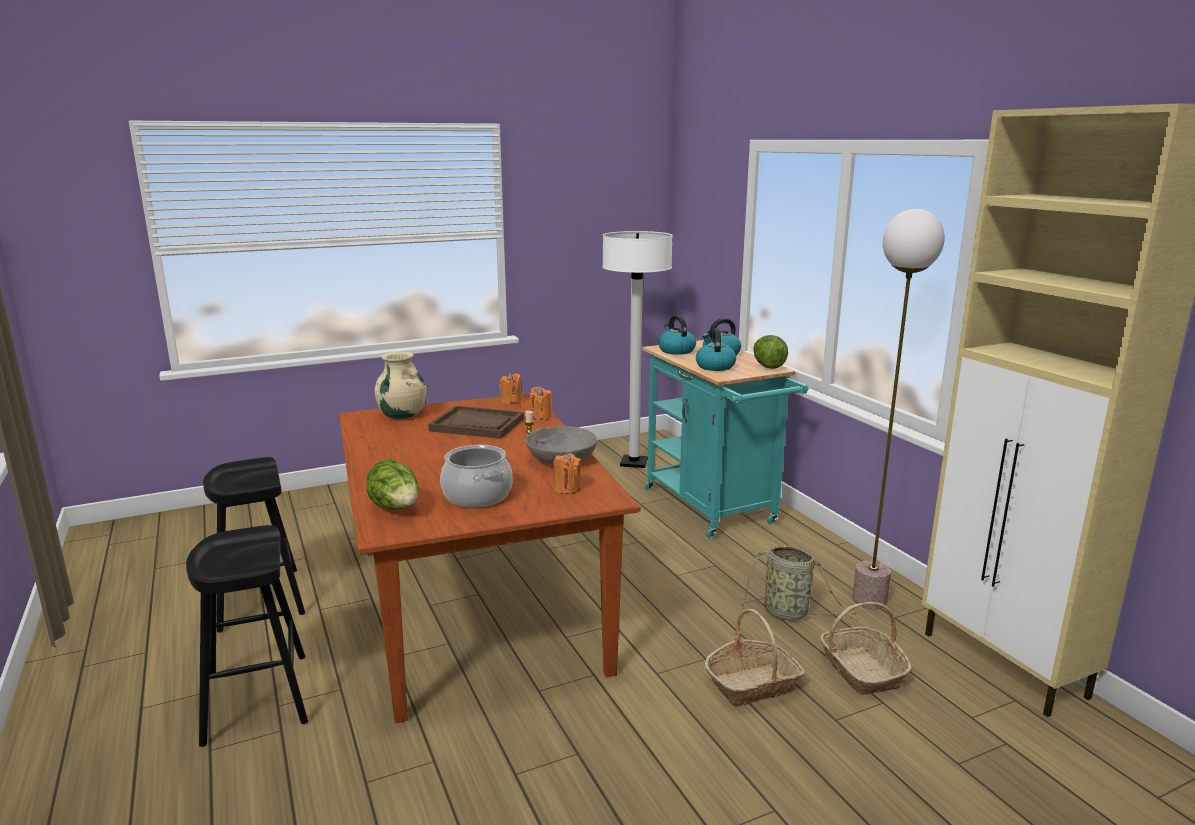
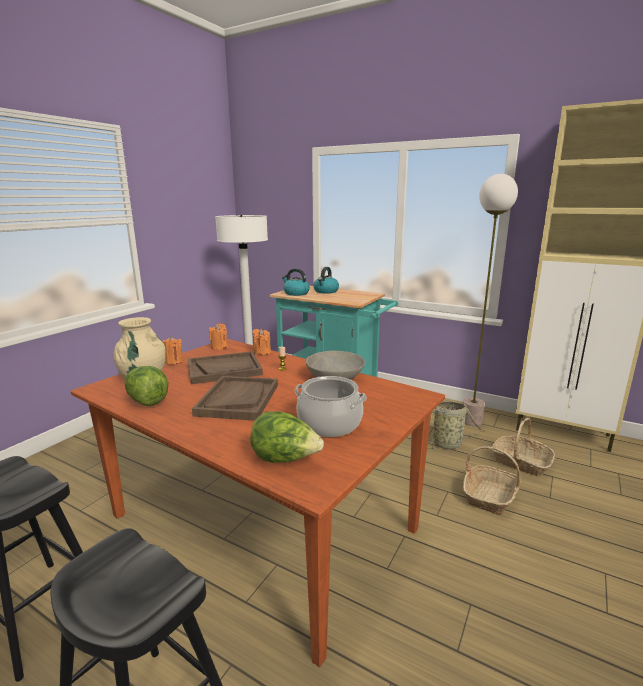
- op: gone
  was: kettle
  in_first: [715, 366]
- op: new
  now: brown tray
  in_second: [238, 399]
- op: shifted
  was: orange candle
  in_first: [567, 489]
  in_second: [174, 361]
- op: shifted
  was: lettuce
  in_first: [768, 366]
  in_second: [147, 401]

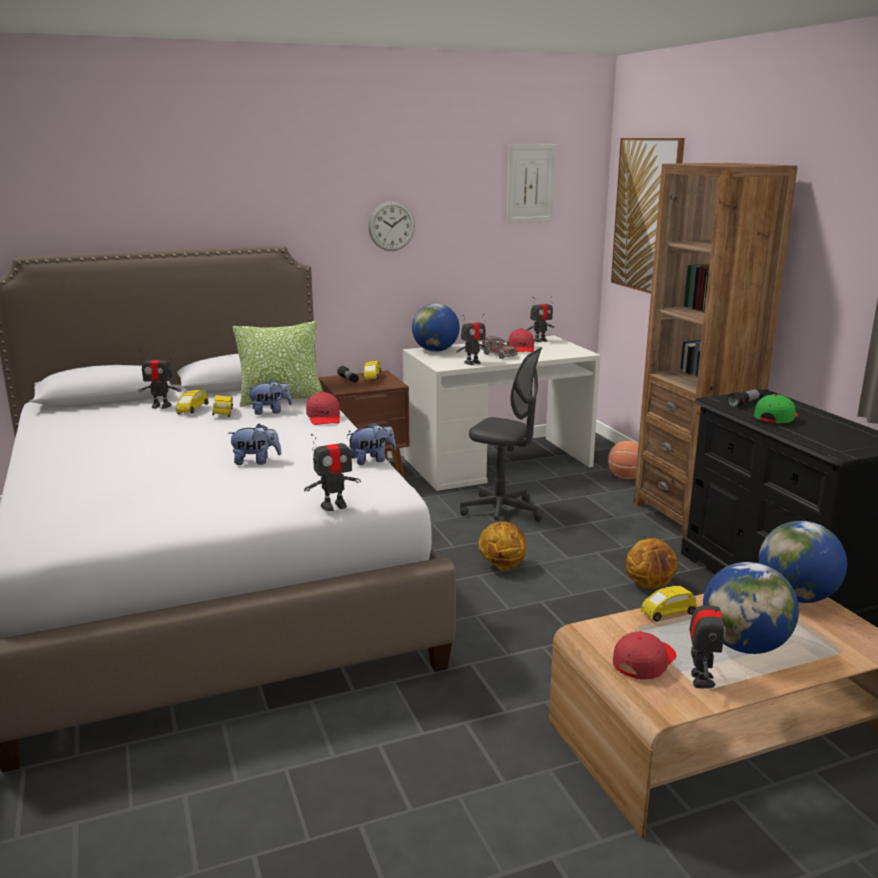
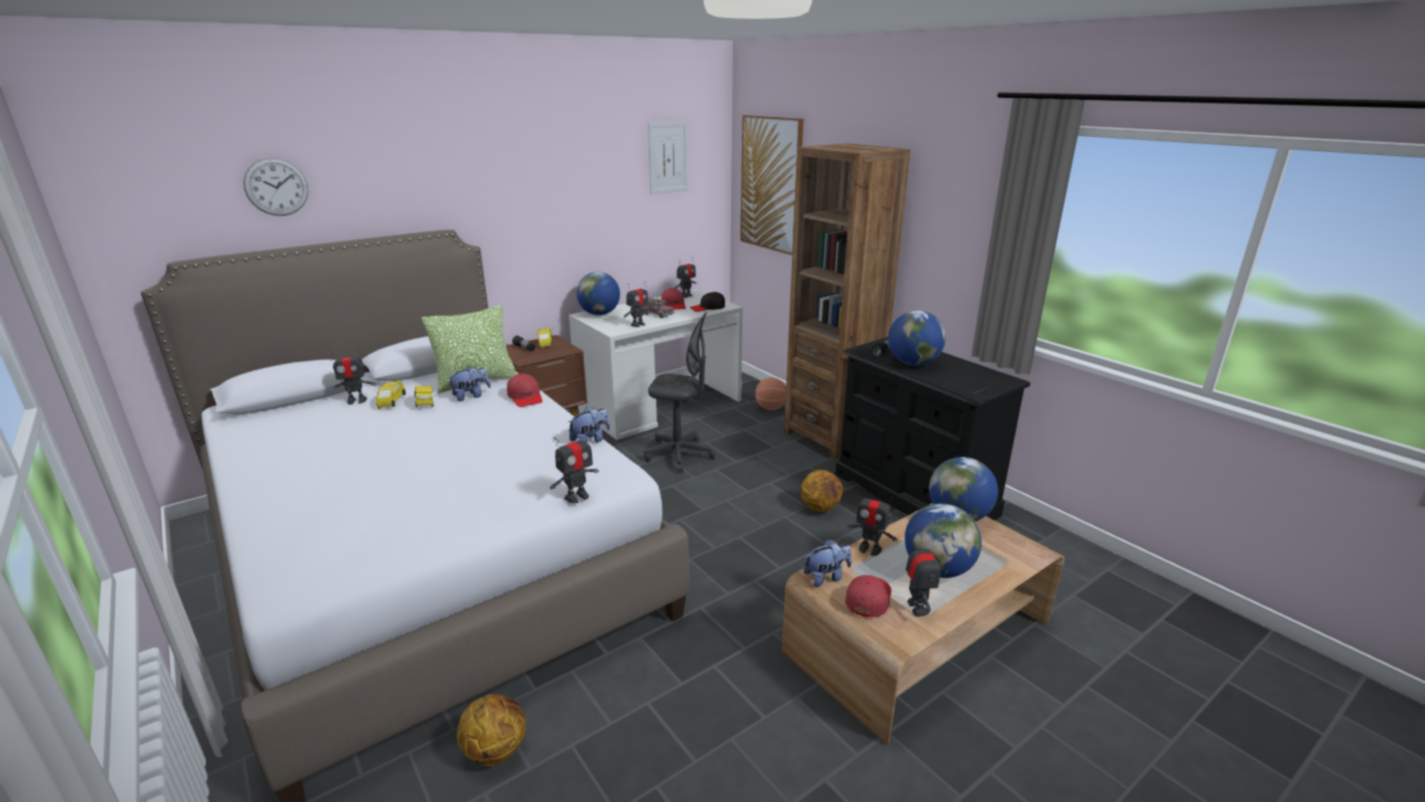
- op: new
  now: black cap
  in_second: [708, 308]
- op: shifted
  was: plush toy
  in_first: [256, 461]
  in_second: [826, 577]
- op: shifted
  was: wall clock
  in_first: [391, 226]
  in_second: [276, 187]
- op: shifted
  was: basketball
  in_first: [502, 566]
  in_second: [496, 750]
- op: swapped
  was: yellow toy car
  now: toy robot
  in_first: [667, 614]
  in_second: [870, 549]
- op: swapped
  was: green cap
  now: globe
  in_first: [776, 417]
  in_second: [913, 363]

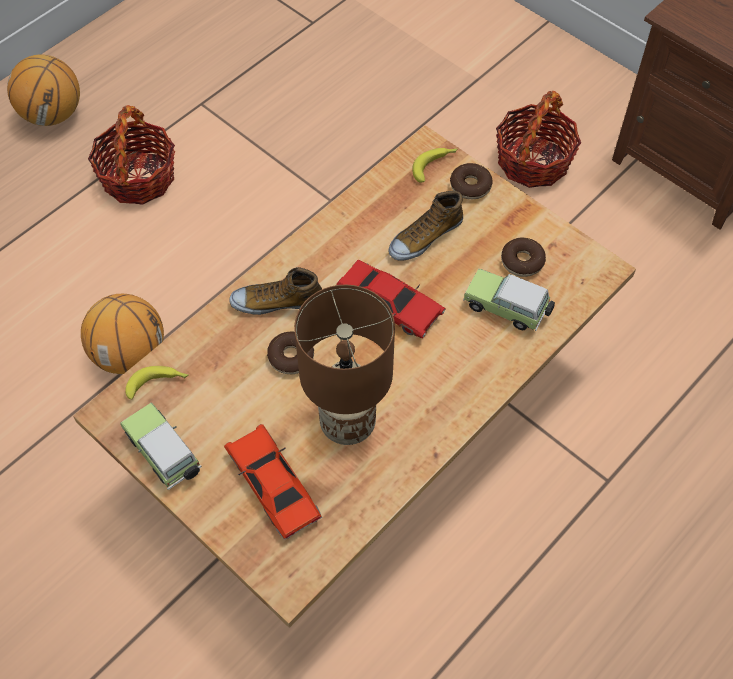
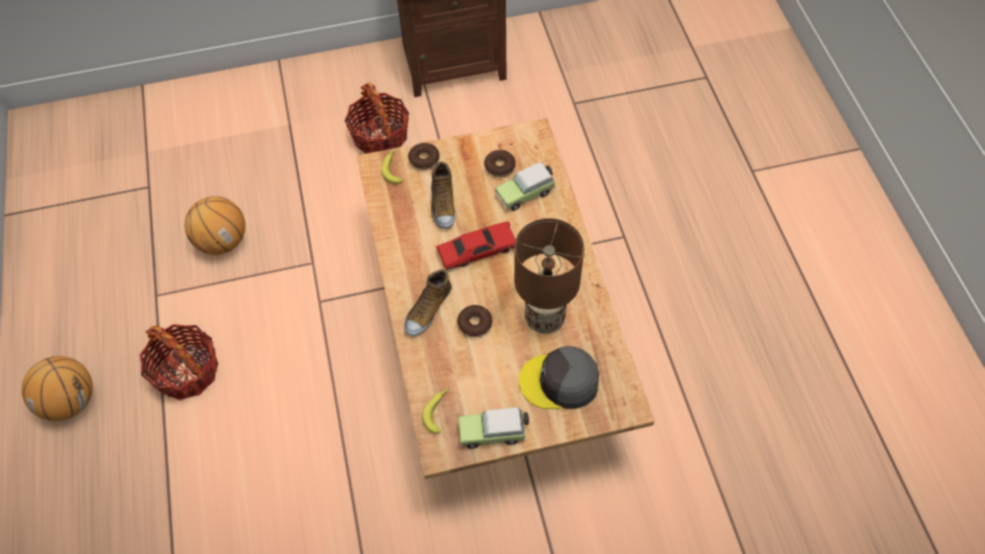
- op: shifted
  was: basketball
  in_first: [130, 354]
  in_second: [222, 241]
- op: swapped
  was: red toy car
  now: grey cap
  in_first: [273, 486]
  in_second: [560, 382]

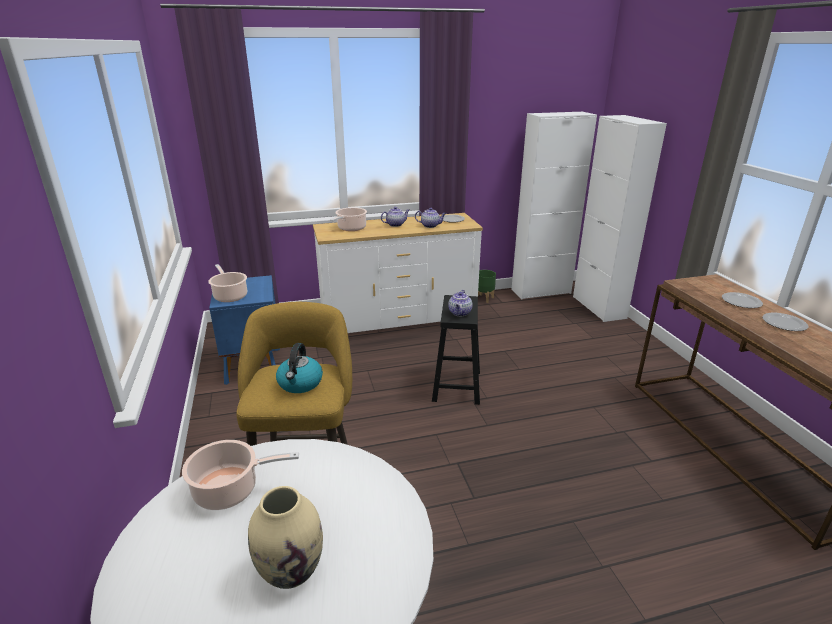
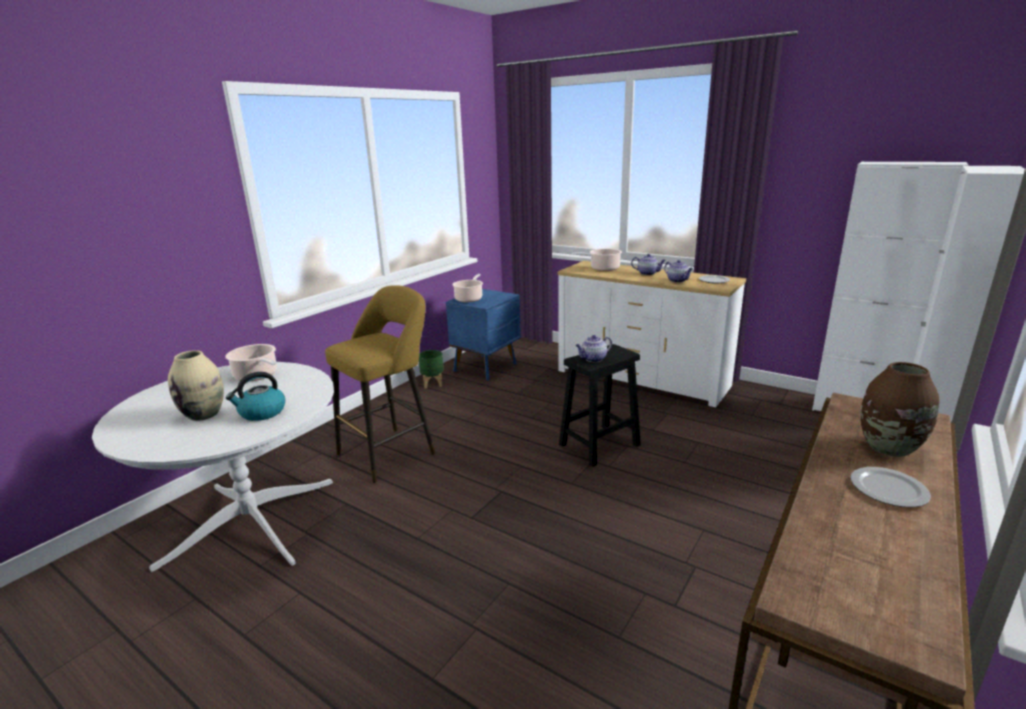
- op: shifted
  was: kettle
  in_first: [300, 383]
  in_second: [261, 413]
- op: shifted
  was: green planter
  in_first: [483, 298]
  in_second: [433, 384]
- op: swapped
  was: plate
  now: brown vase
  in_first: [741, 302]
  in_second: [888, 448]

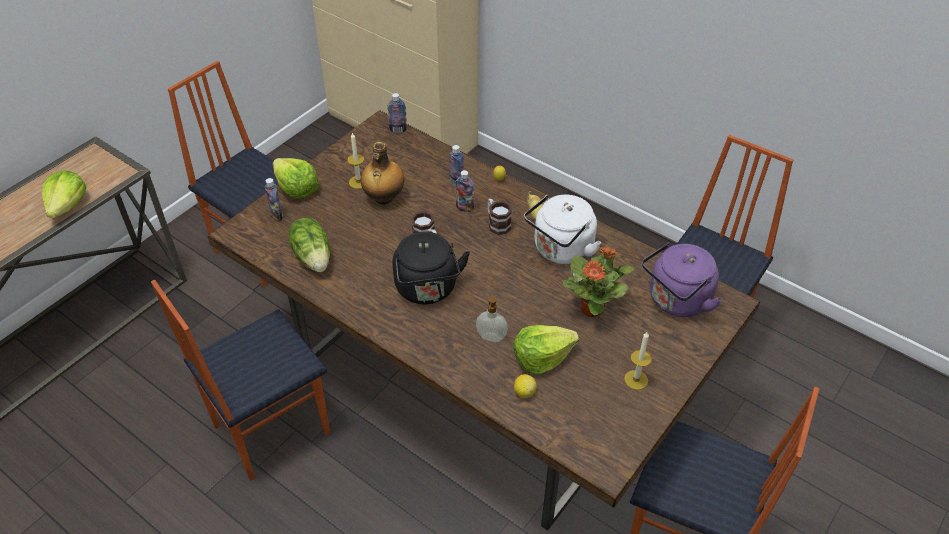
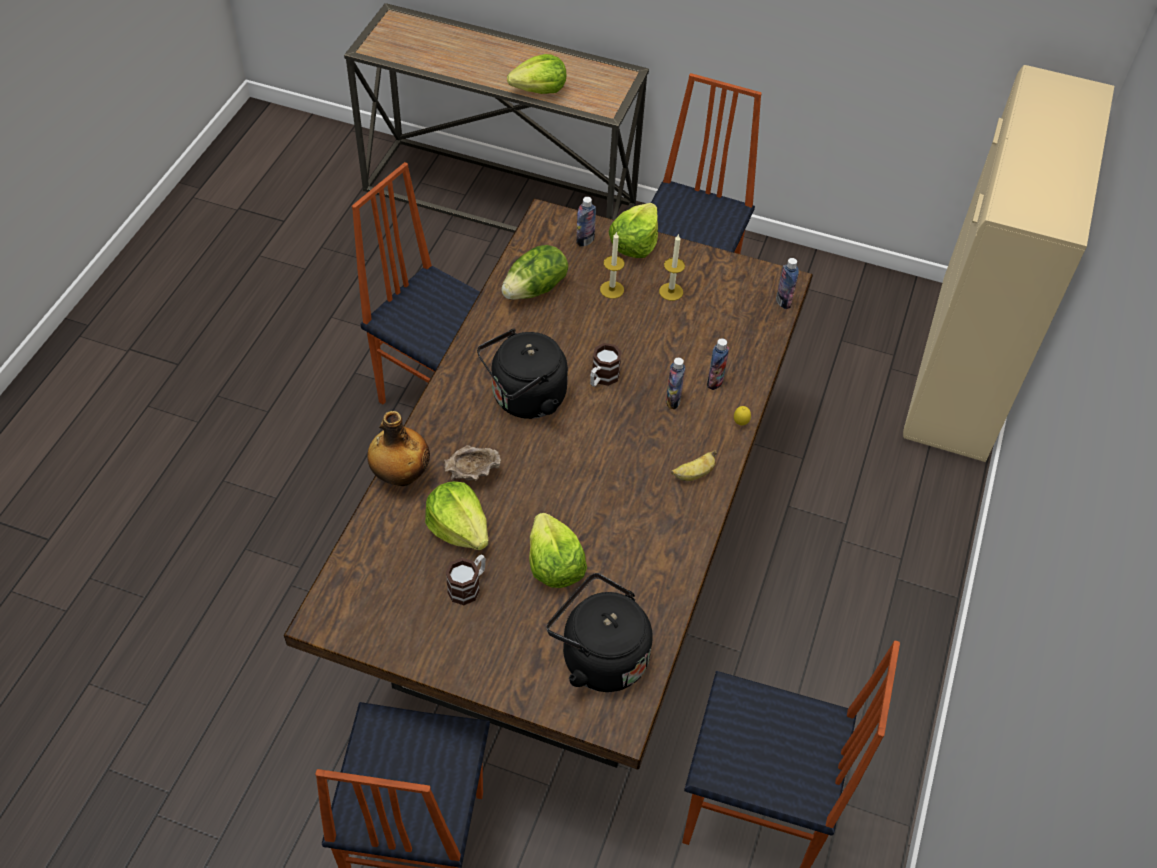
- op: gone
  was: lemon
  in_first: [524, 392]
- op: gone
  was: white kettle
  in_first: [561, 250]
- op: shifted
  was: bottle
  in_first: [383, 198]
  in_second: [401, 475]
- op: shifted
  was: mug
  in_first: [497, 224]
  in_second: [468, 586]
- op: shifted
  was: candle
  in_first: [636, 380]
  in_second: [612, 289]
- op: swapped
  was: soap dispenser
  now: beige bowl
  in_first: [491, 338]
  in_second: [473, 474]
- op: swapped
  was: potted plant
  now: lettuce
  in_first: [592, 308]
  in_second: [554, 565]
- op: repainted
  was: purple kettle
  now: black kettle
  in_first: [676, 301]
  in_second: [599, 657]

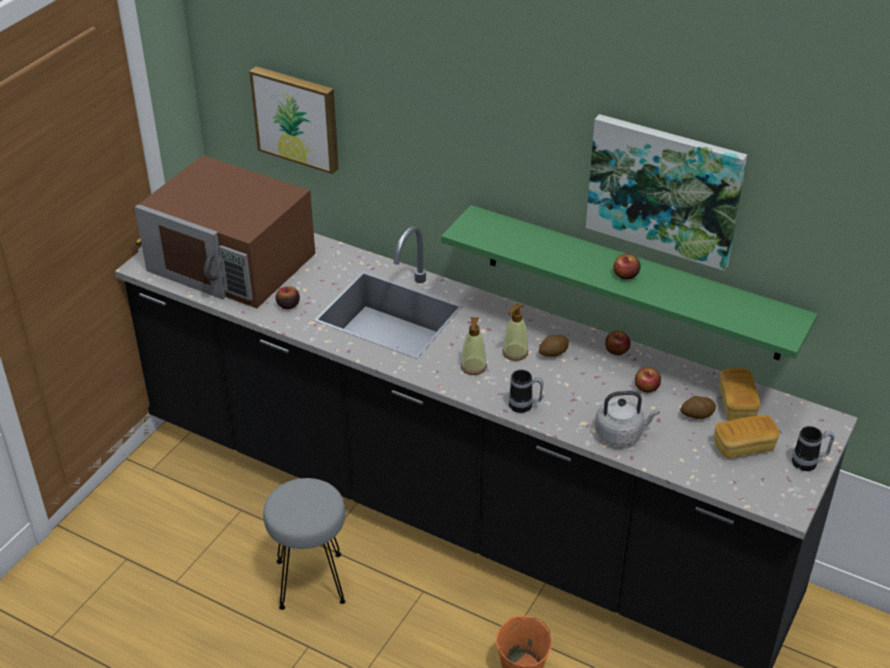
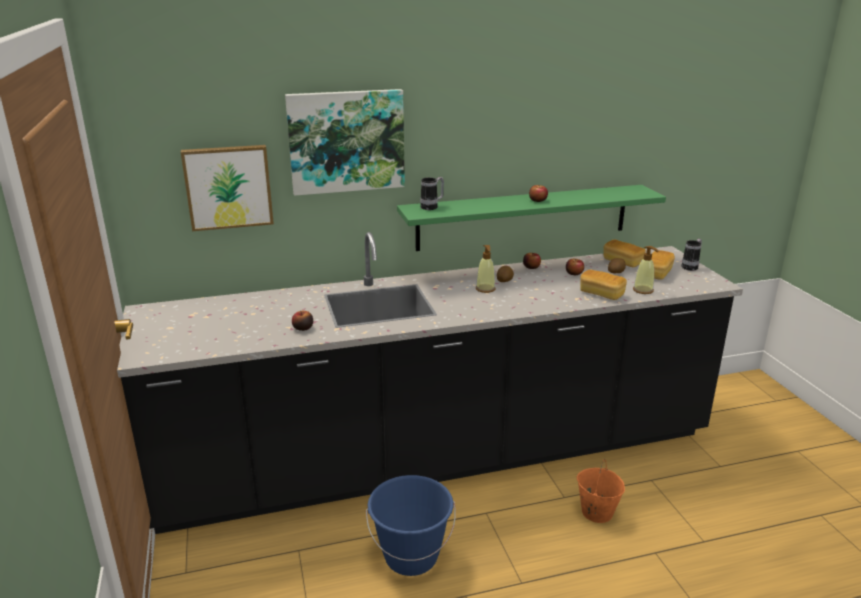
- op: gone
  was: brown microwave
  in_first: [232, 262]
- op: shifted
  was: soap dispenser
  in_first: [473, 367]
  in_second: [643, 290]
- op: shifted
  was: mug
  in_first: [525, 406]
  in_second: [432, 207]
- op: shifted
  was: picture
  in_first: [664, 189]
  in_second: [346, 141]
- op: swapped
  was: grey stool
  now: blue bucket
  in_first: [312, 581]
  in_second: [411, 556]
- op: swapped
  was: grey kettle
  now: bread
  in_first: [621, 434]
  in_second: [601, 294]

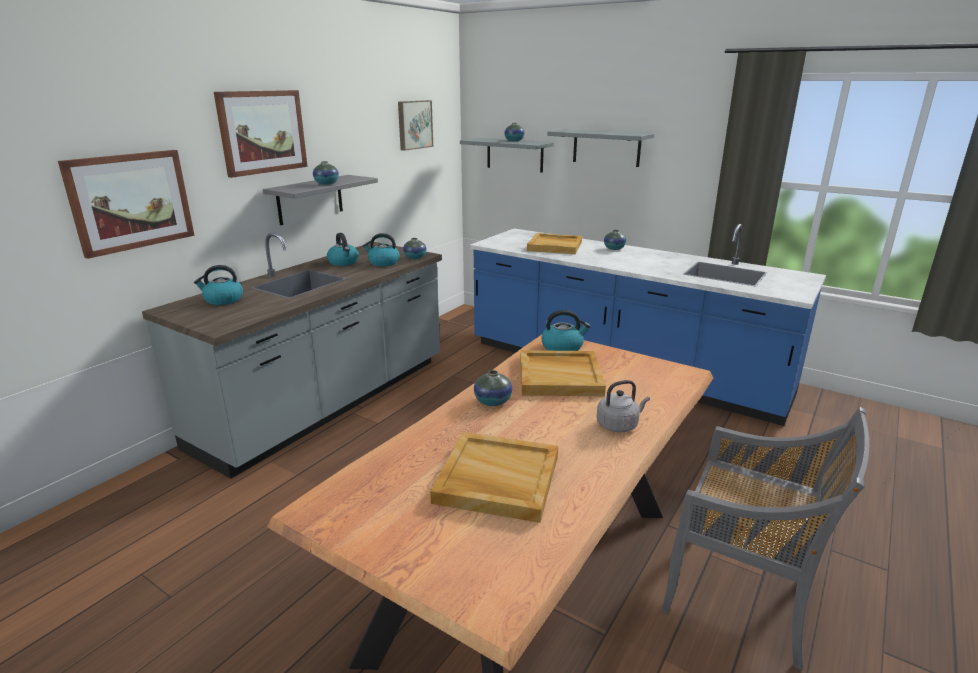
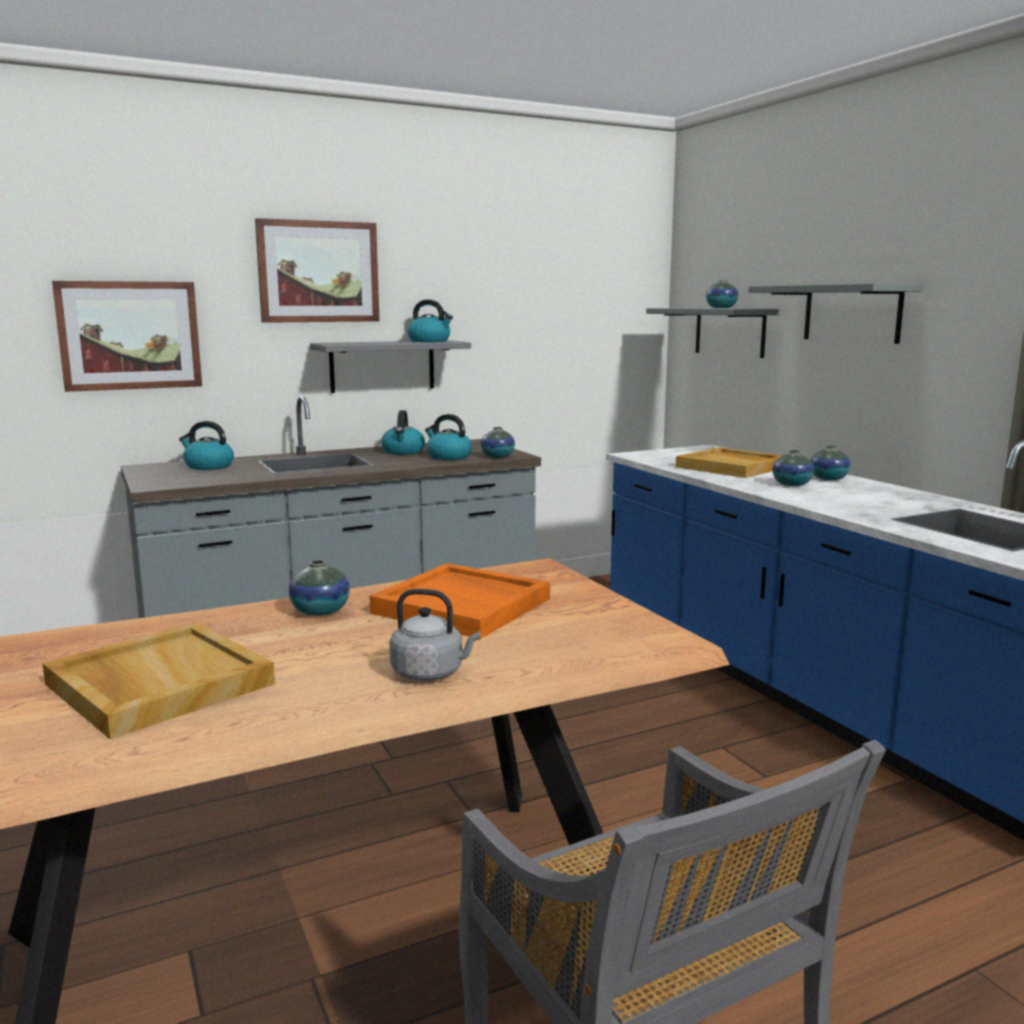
- op: gone
  was: picture
  in_first: [414, 124]
- op: shifted
  was: vase
  in_first: [326, 184]
  in_second: [791, 484]
- op: shifted
  was: kettle
  in_first: [563, 347]
  in_second: [430, 341]
- op: repainted
  was: beige tray
  now: orange tray
  in_first: [560, 376]
  in_second: [464, 606]

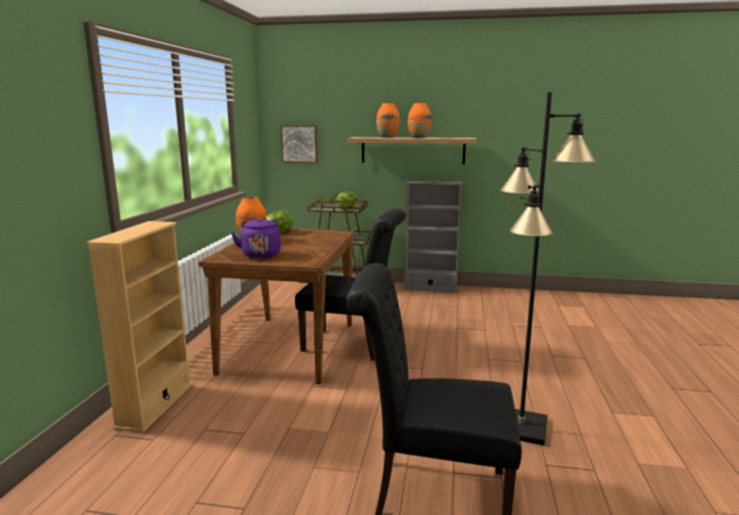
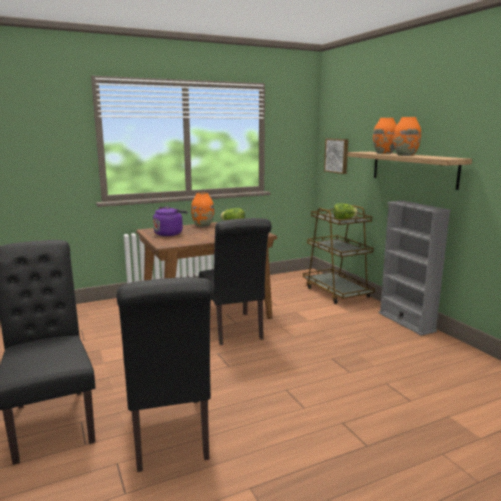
- op: gone
  was: beige bookcase
  in_first: [155, 405]
- op: swapped
  was: black floor lamp
  now: black chair
  in_first: [521, 427]
  in_second: [170, 437]

